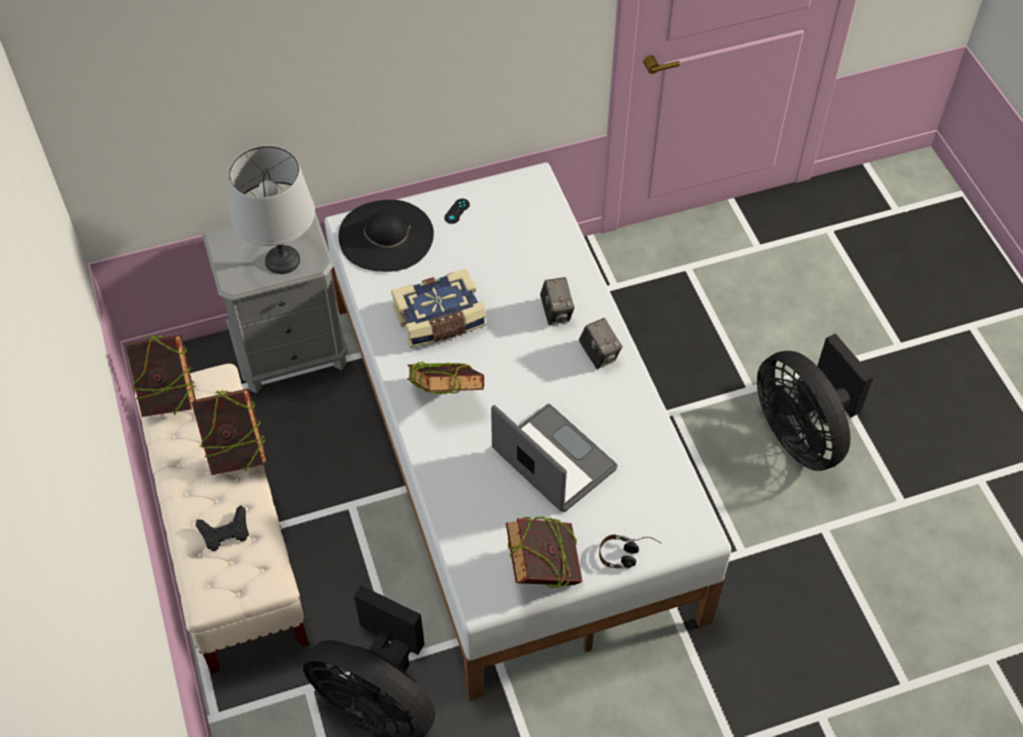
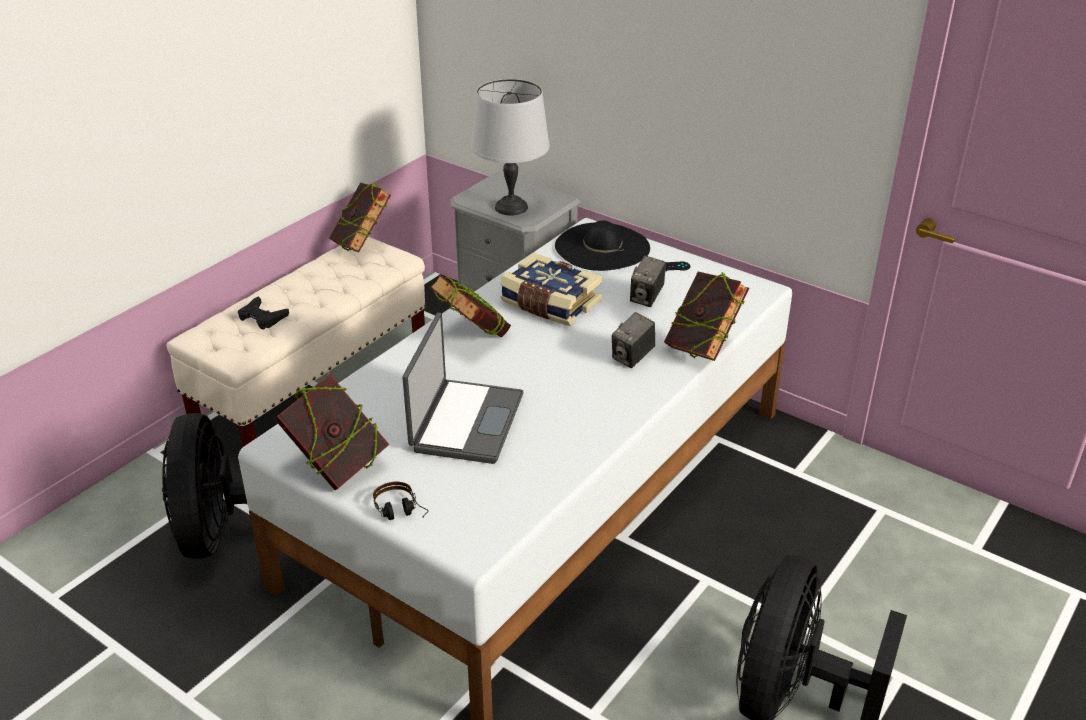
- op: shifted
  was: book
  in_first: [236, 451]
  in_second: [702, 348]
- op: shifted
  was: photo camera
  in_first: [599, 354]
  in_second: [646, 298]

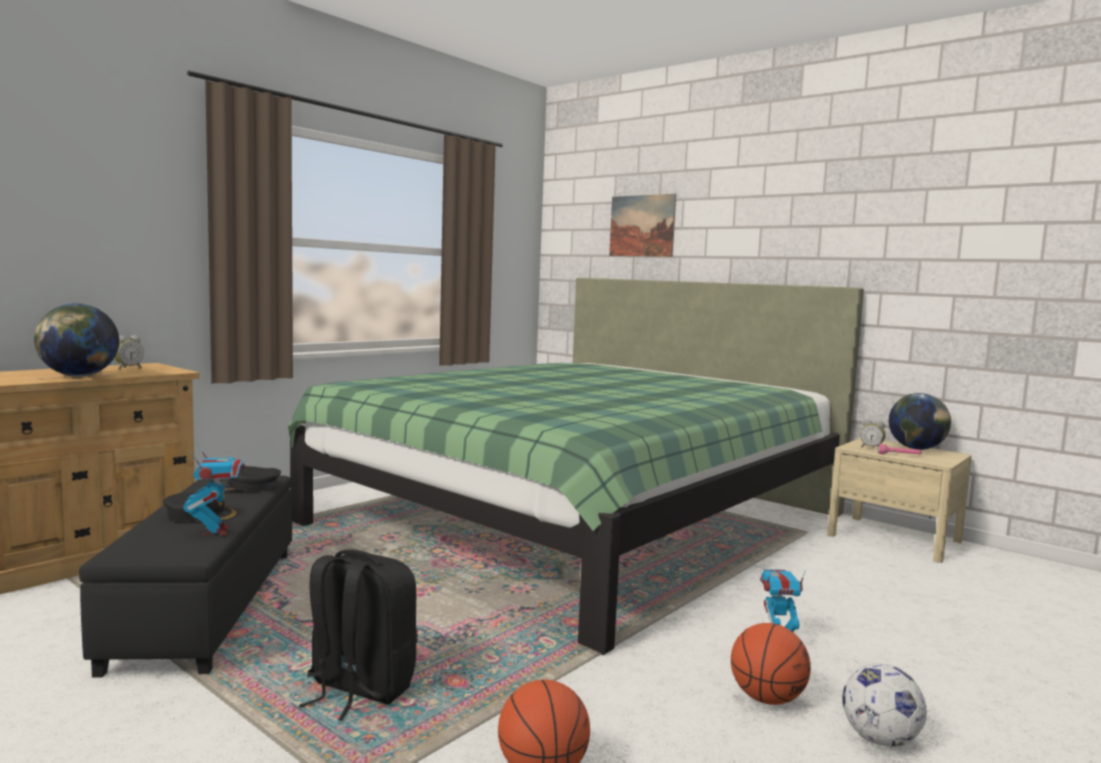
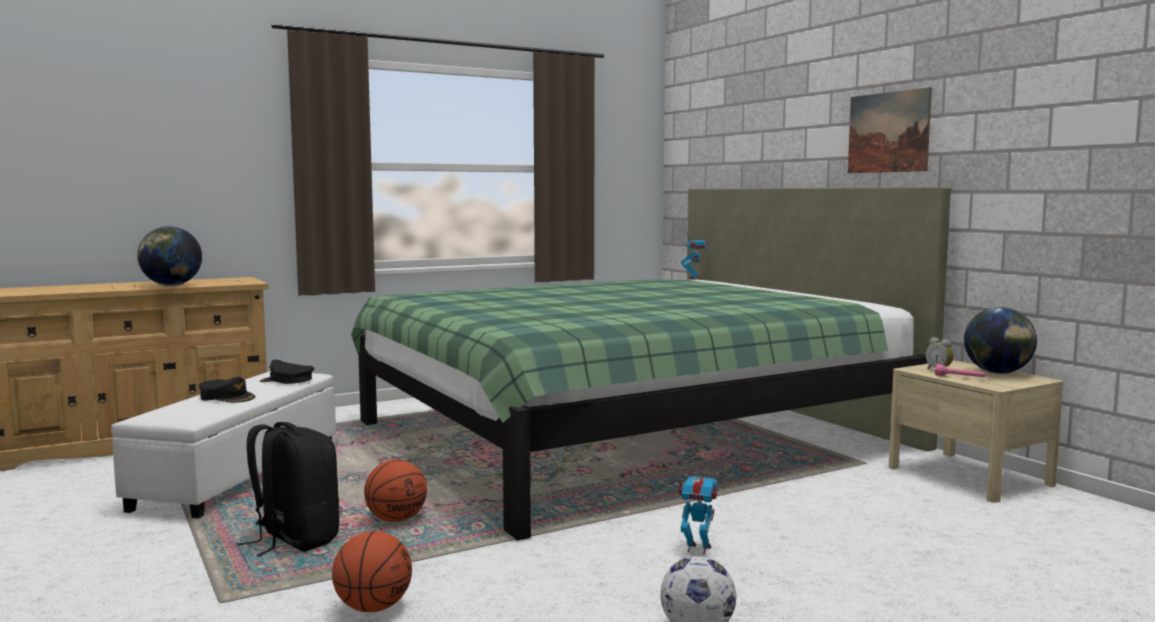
- op: gone
  was: alarm clock
  in_first: [128, 368]
- op: shifted
  was: toy robot
  in_first: [215, 531]
  in_second: [695, 278]
- op: shifted
  was: picture
  in_first: [642, 226]
  in_second: [888, 132]
- op: shifted
  was: basketball
  in_first: [766, 698]
  in_second: [396, 519]
- op: repainted
  was: black ottoman
  now: white ottoman
  in_first: [209, 606]
  in_second: [240, 476]

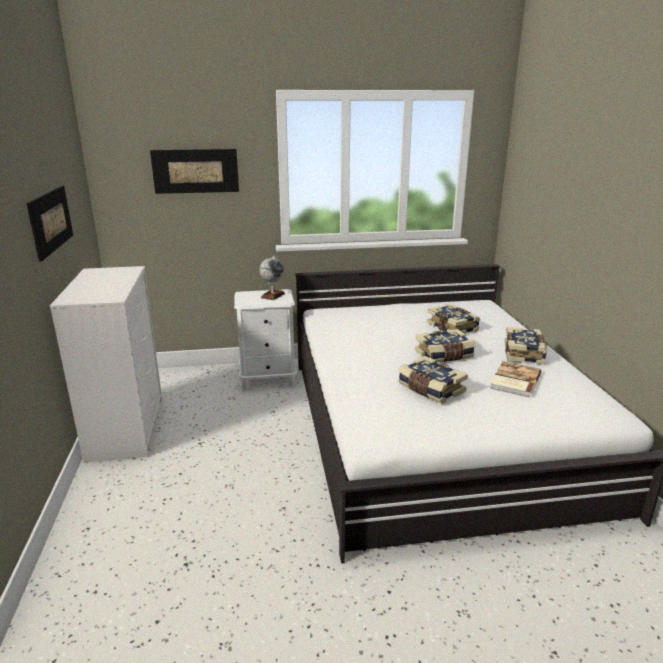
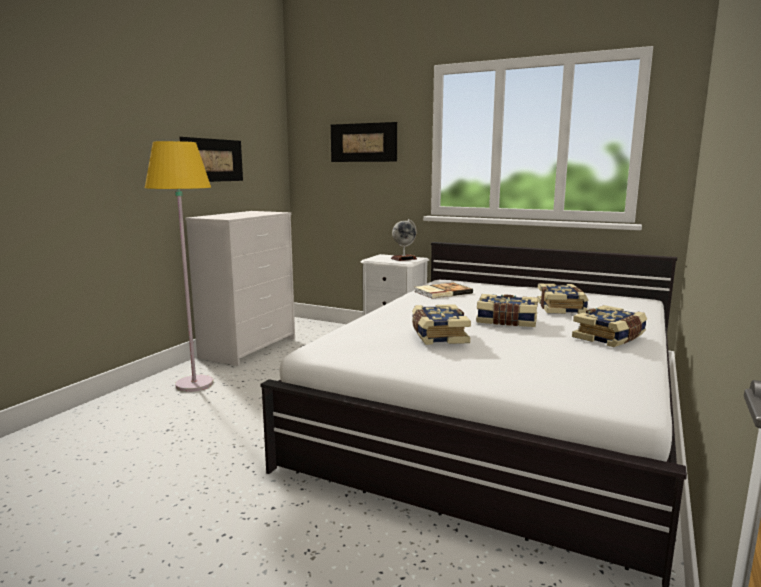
- op: new
  now: yellow floor lamp
  in_second: [194, 384]
- op: shifted
  was: book
  in_first: [514, 381]
  in_second: [442, 292]

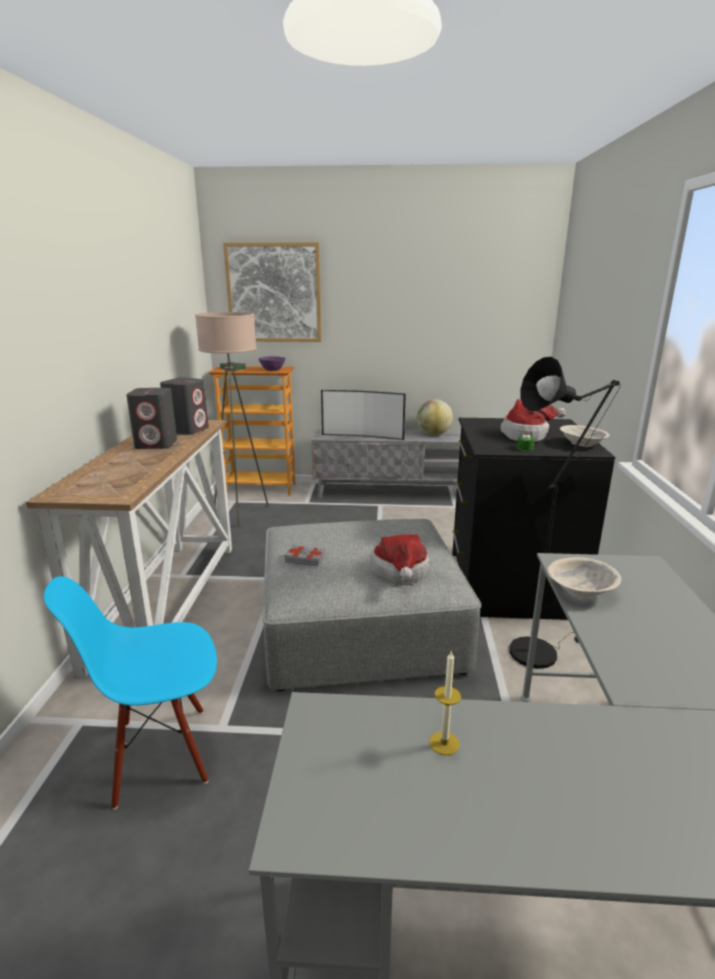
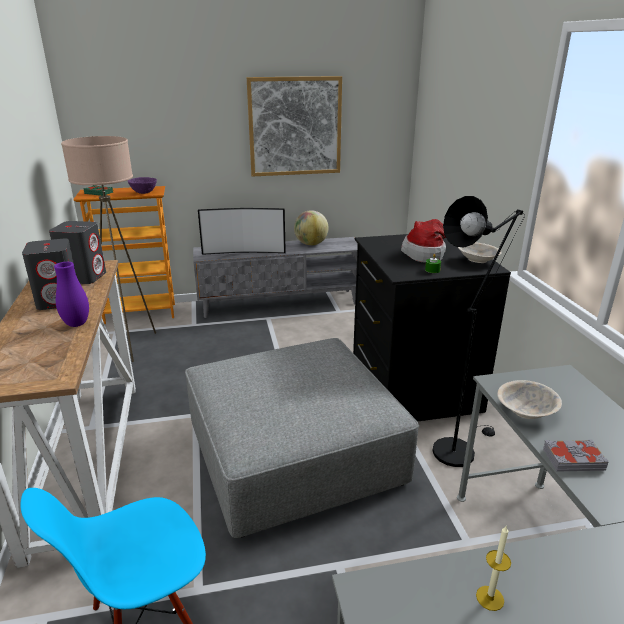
- op: gone
  was: hat
  in_first: [400, 573]
- op: new
  now: purple vase
  in_second: [76, 324]
- op: shifted
  was: picture
  in_first: [274, 293]
  in_second: [295, 127]
- op: shifted
  was: grey book
  in_first: [305, 558]
  in_second: [572, 459]

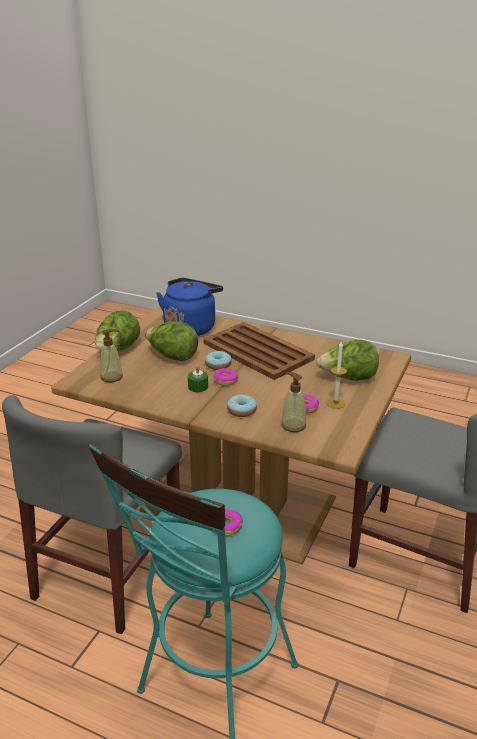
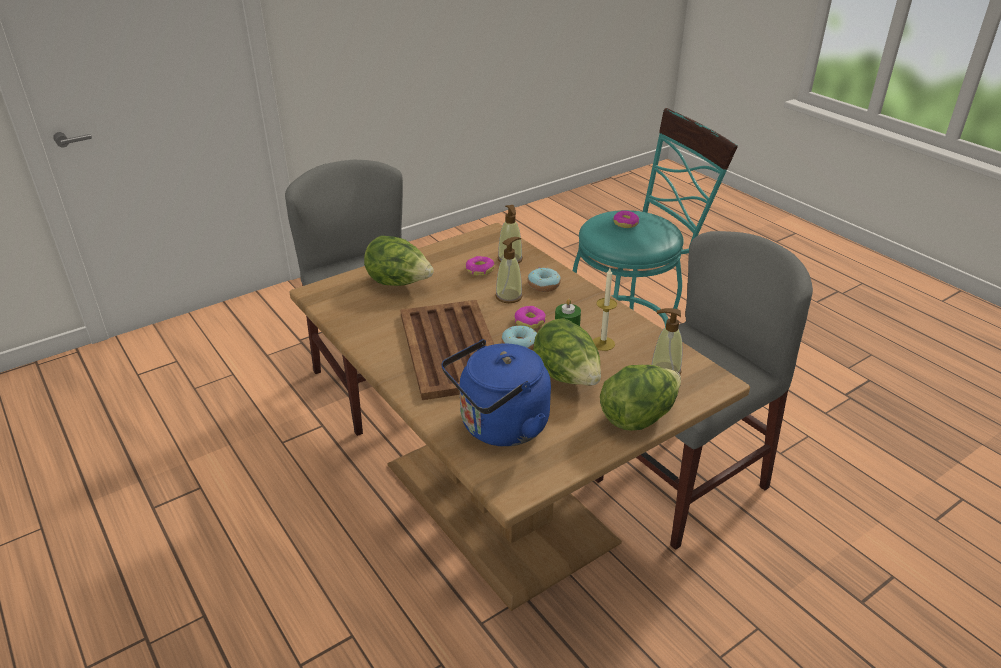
- op: new
  now: soap dispenser
  in_second: [509, 296]
- op: shifted
  was: candle
  in_first: [335, 403]
  in_second: [603, 343]

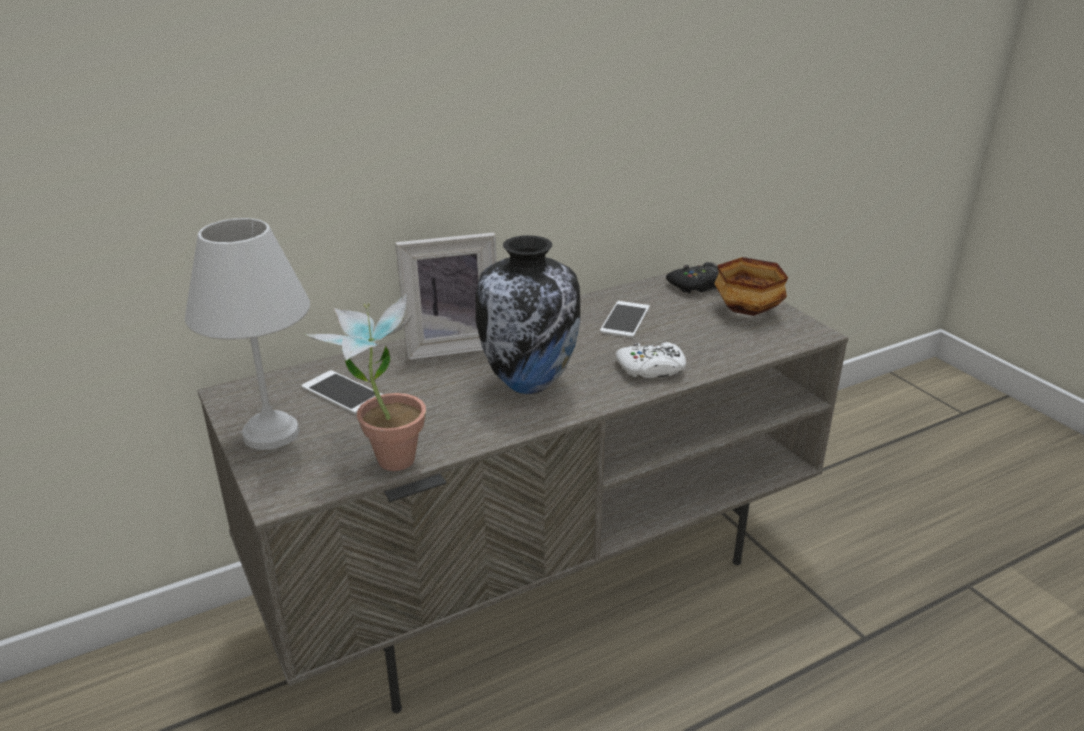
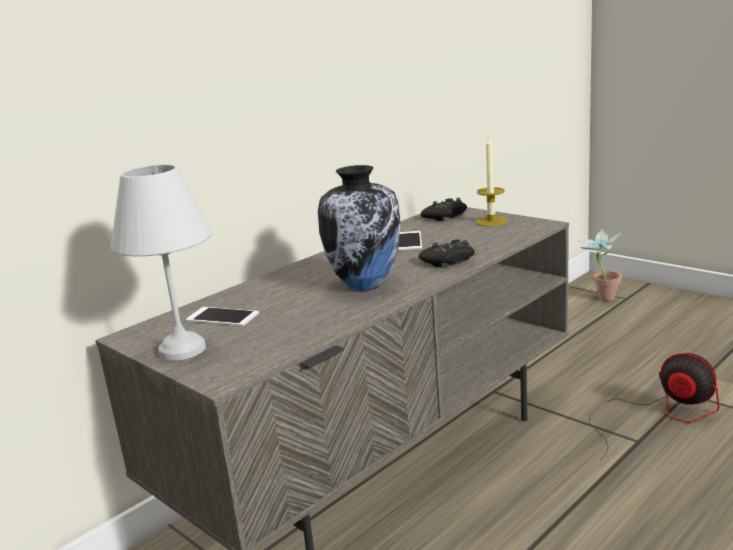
- op: gone
  was: picture frame
  in_first: [451, 345]
- op: new
  now: fan
  in_second: [658, 415]
- op: shifted
  was: potted plant
  in_first: [384, 456]
  in_second: [600, 298]
- op: swapped
  was: bowl
  now: candle
  in_first: [749, 310]
  in_second: [491, 221]
- op: repainted
  was: white game controller
  now: black game controller
  in_first: [651, 369]
  in_second: [448, 261]

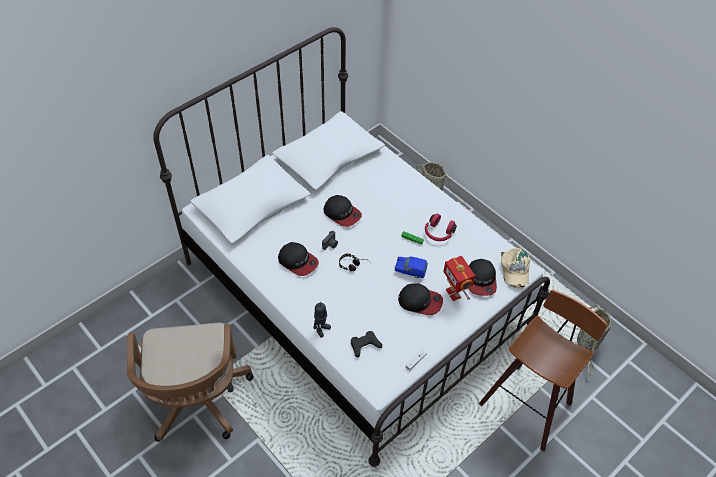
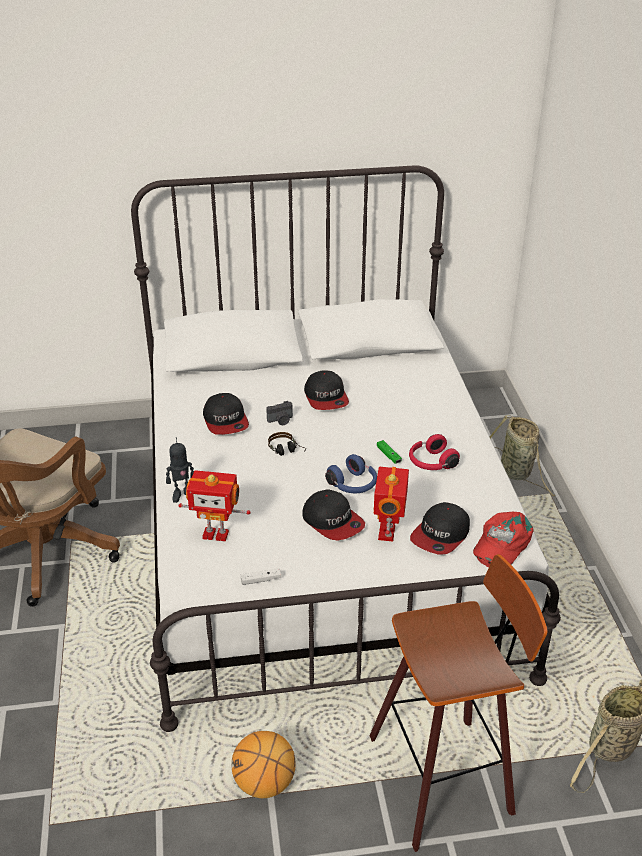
- op: new
  now: basketball
  in_second: [264, 783]
- op: swapped
  was: black game controller
  now: toy robot
  in_first: [365, 345]
  in_second: [216, 533]
- op: swapped
  was: blue toy car
  now: blue headphones
  in_first: [410, 270]
  in_second: [353, 485]
- op: repainted
  was: beige cap
  now: red cap
  in_first: [514, 269]
  in_second: [501, 543]

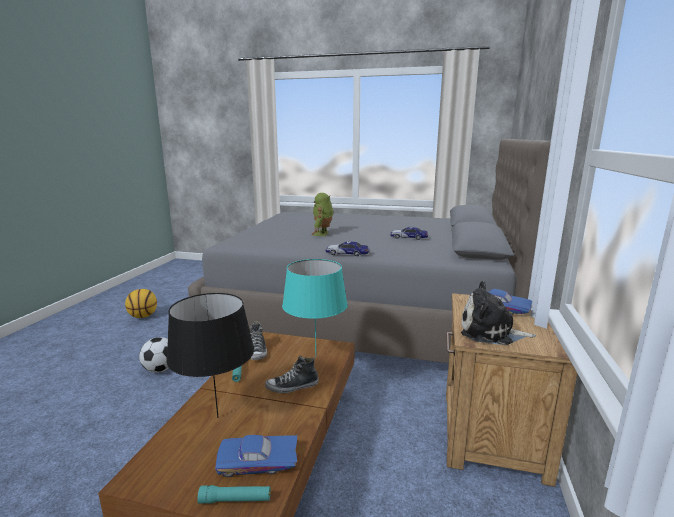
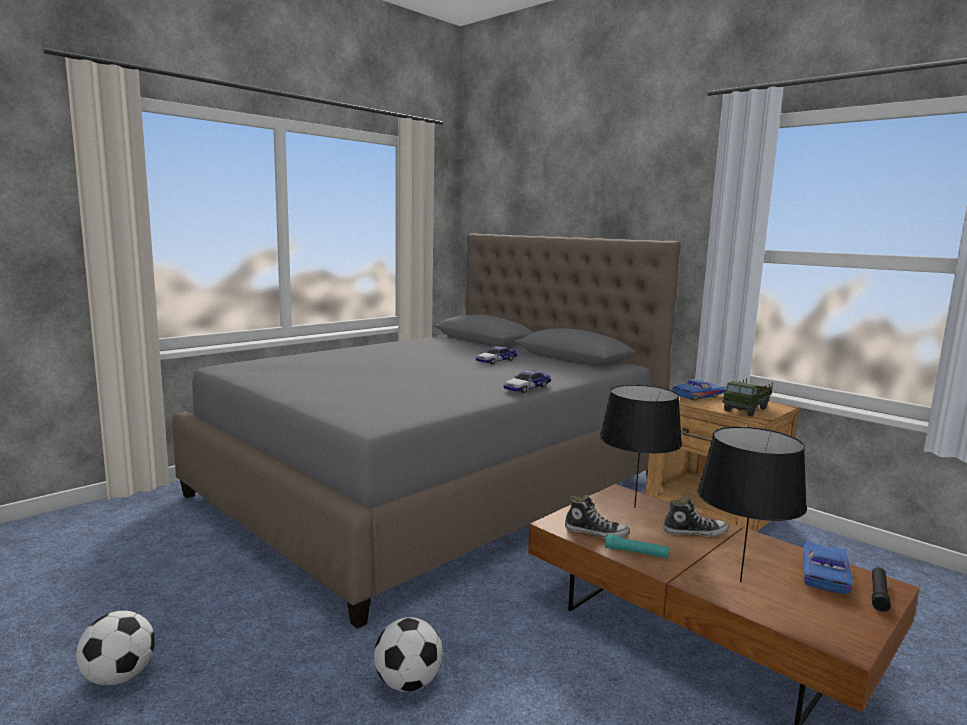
- op: gone
  was: toy robot
  in_first: [322, 234]
- op: swapped
  was: basketball
  now: football
  in_first: [143, 316]
  in_second: [119, 677]
- op: swapped
  was: plush toy
  now: toy truck
  in_first: [490, 332]
  in_second: [746, 409]
- op: repainted
  was: turquoise flashlight
  now: black flashlight
  in_first: [235, 500]
  in_second: [878, 594]
- op: repainted
  was: turquoise table lamp
  now: black table lamp
  in_first: [315, 357]
  in_second: [634, 507]
- op: rotated
  was: shoe
  in_first: [292, 387]
  in_second: [694, 532]
  clockwise: -105

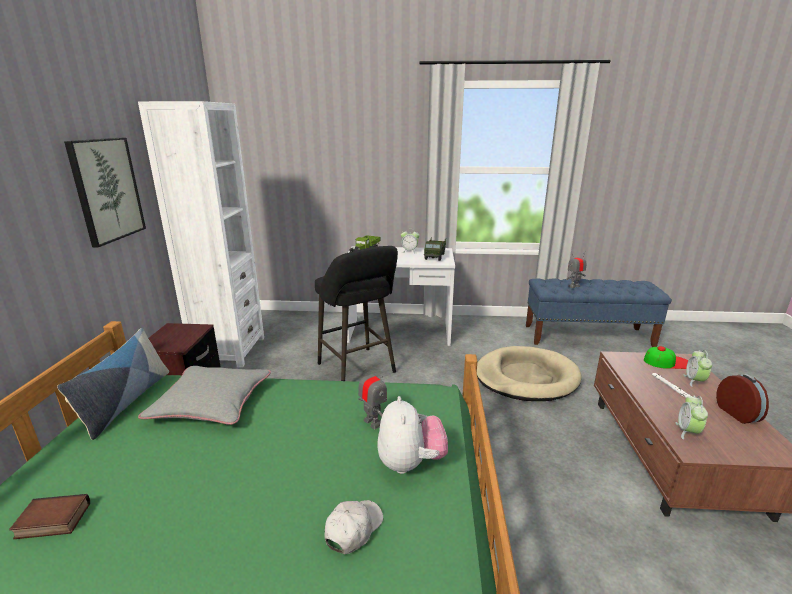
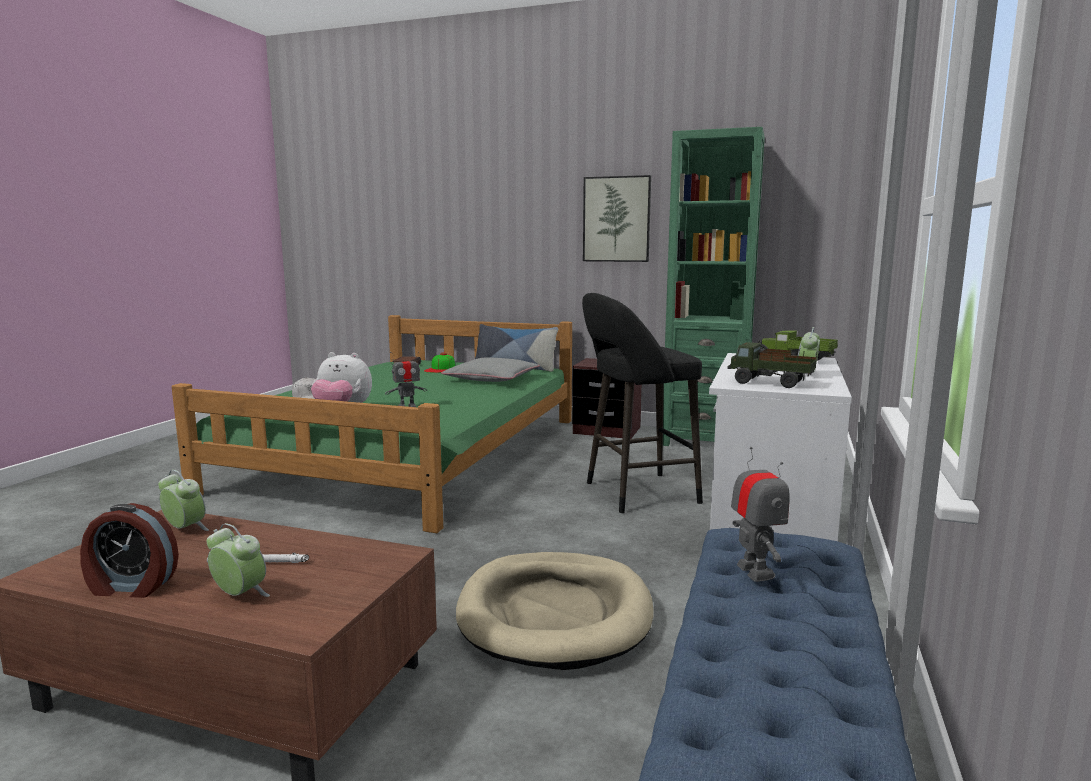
- op: shifted
  was: cap
  in_first: [667, 362]
  in_second: [440, 369]
- op: repainted
  was: white bookcase
  now: green bookcase
  in_first: [229, 350]
  in_second: [704, 440]

